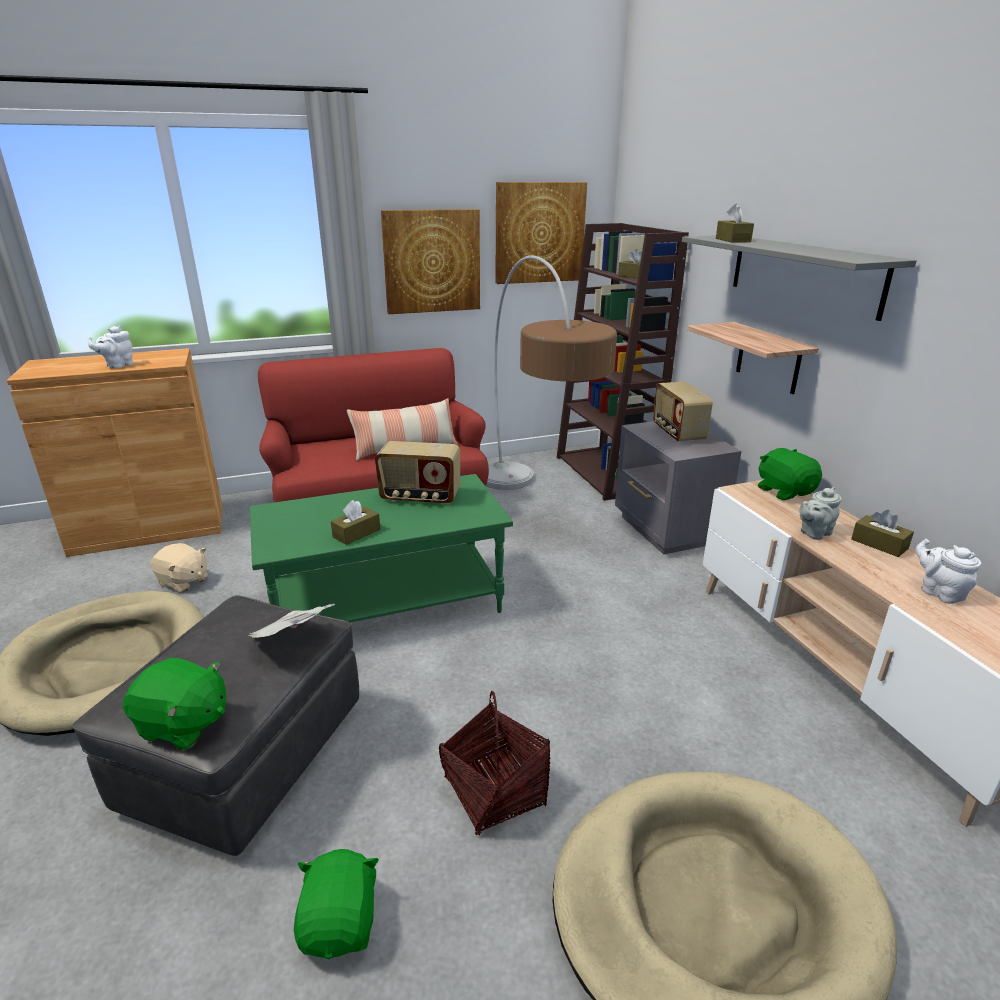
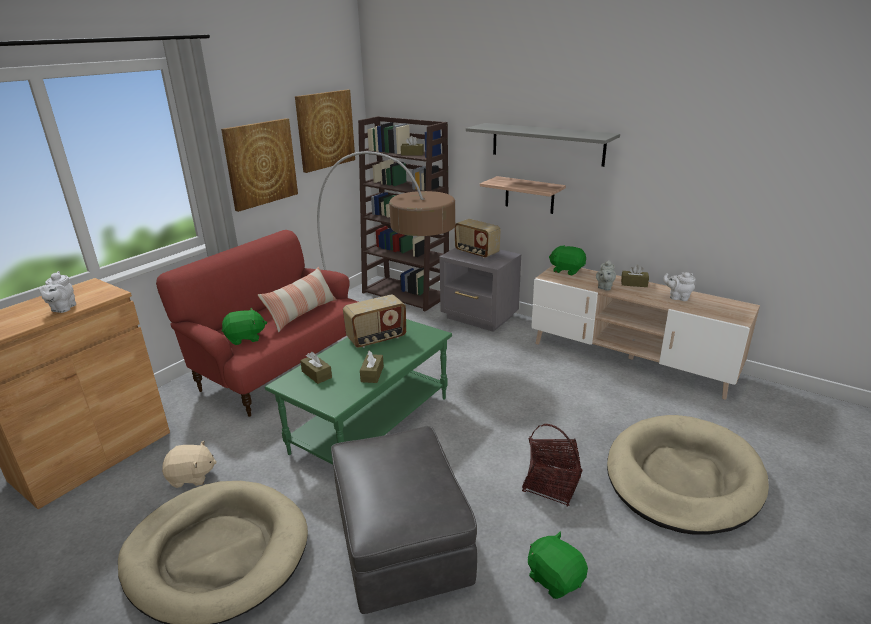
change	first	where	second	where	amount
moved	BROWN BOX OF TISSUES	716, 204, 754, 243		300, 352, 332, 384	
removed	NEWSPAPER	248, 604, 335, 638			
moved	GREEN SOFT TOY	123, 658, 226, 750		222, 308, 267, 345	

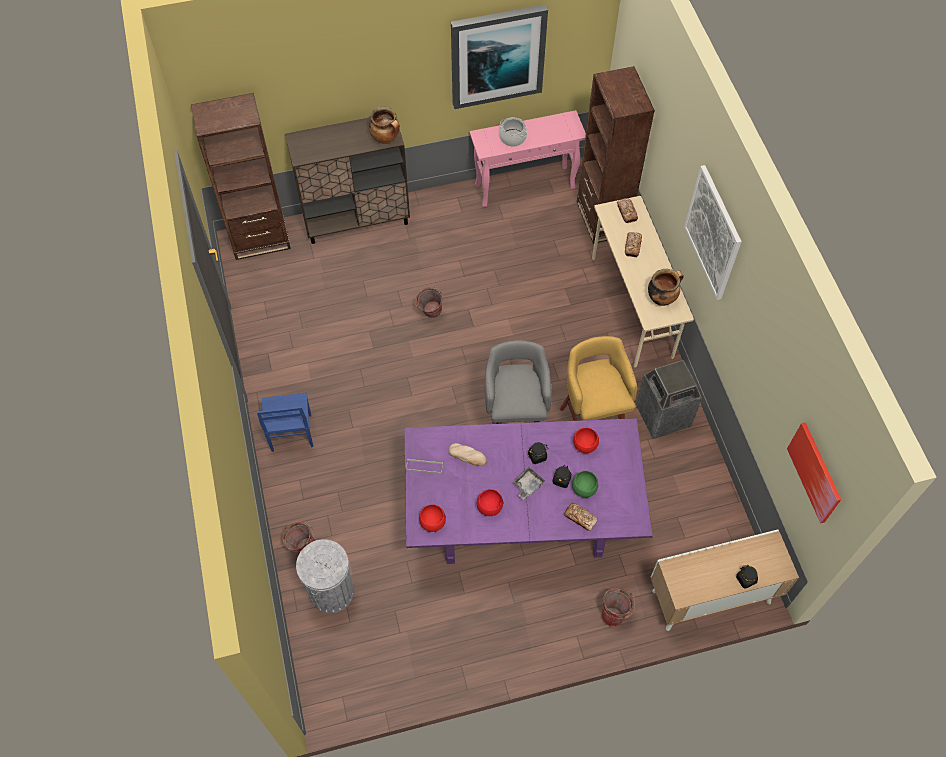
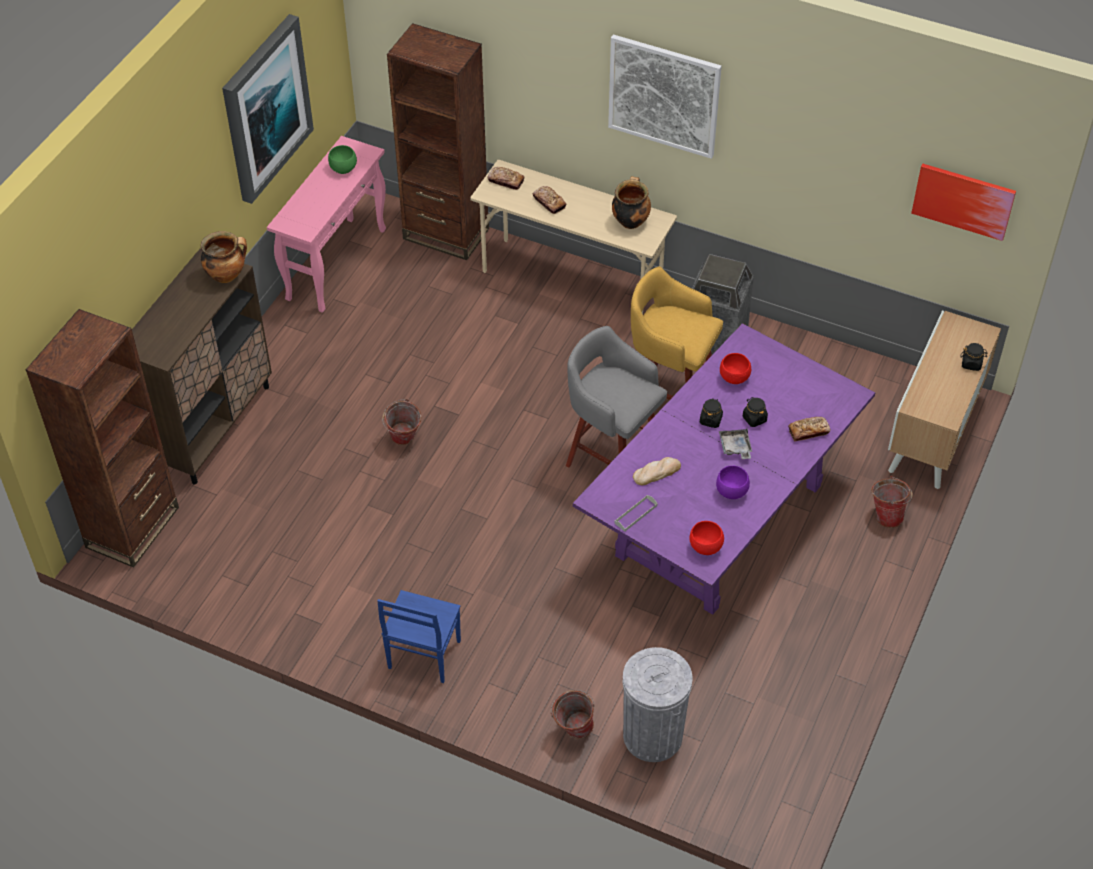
change	first	where	second	where	amount
removed	SAUCEPOT	499, 117, 527, 147			
turned	BLUE-COLOURED PLAIN CHAIR	257, 393, 313, 452		377, 590, 461, 683	75 degrees clockwise
moved	GREEN BOWL	572, 471, 598, 498		328, 145, 357, 174	
recoloured	RED BOWL	477, 489, 503, 516	PURPLE-COLOURED BOWL	716, 466, 750, 499	

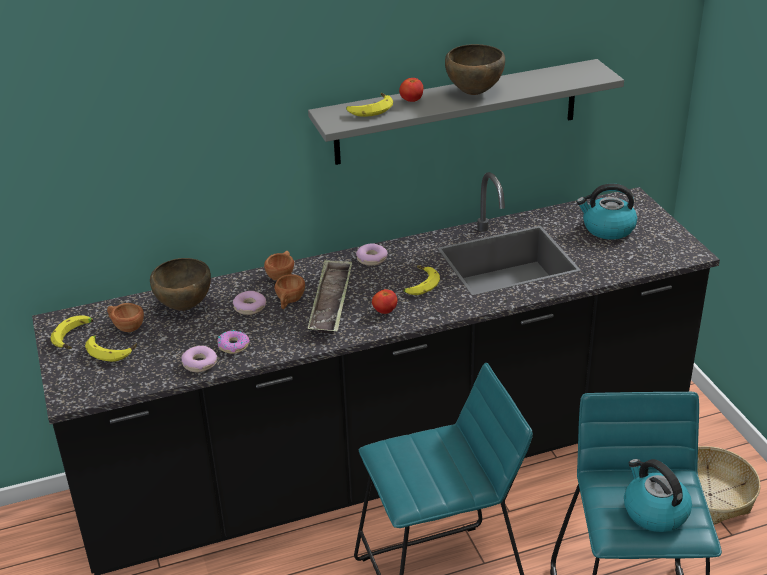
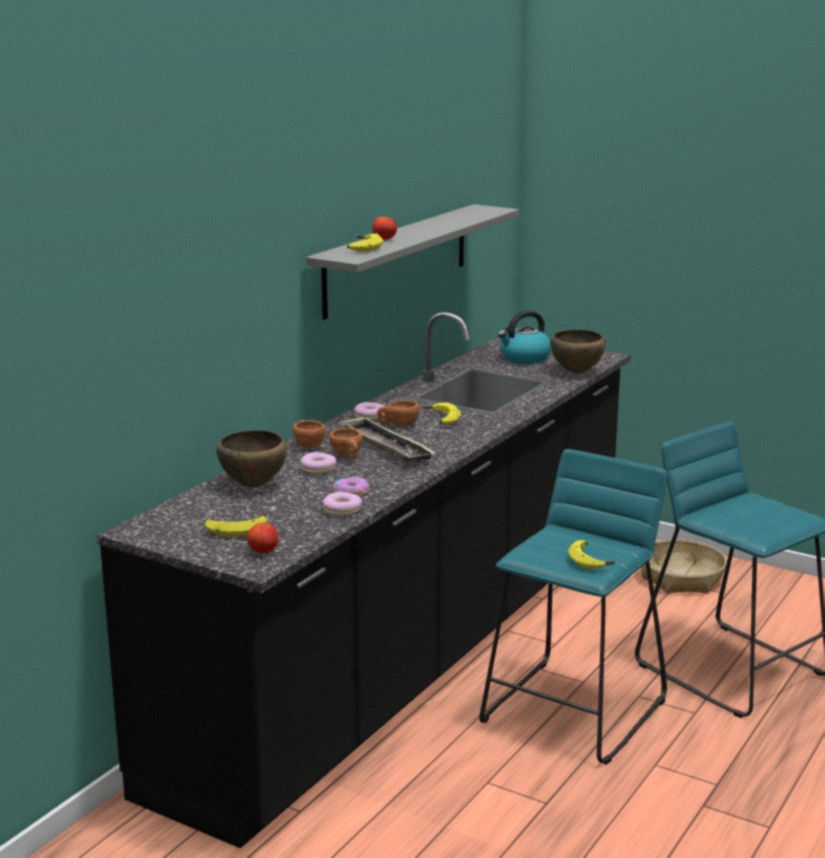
change	first	where	second	where	amount
moved	BROWN BOWL	445, 44, 505, 95		550, 330, 606, 374	
moved	TOMATO	372, 289, 397, 314		247, 522, 278, 553	
moved	BROWN SMALL CUP	107, 303, 144, 332		377, 400, 420, 427	
moved	BANANA FRUIT	50, 315, 93, 349		568, 540, 615, 569	
removed	WATER KETTLE	624, 459, 692, 532			

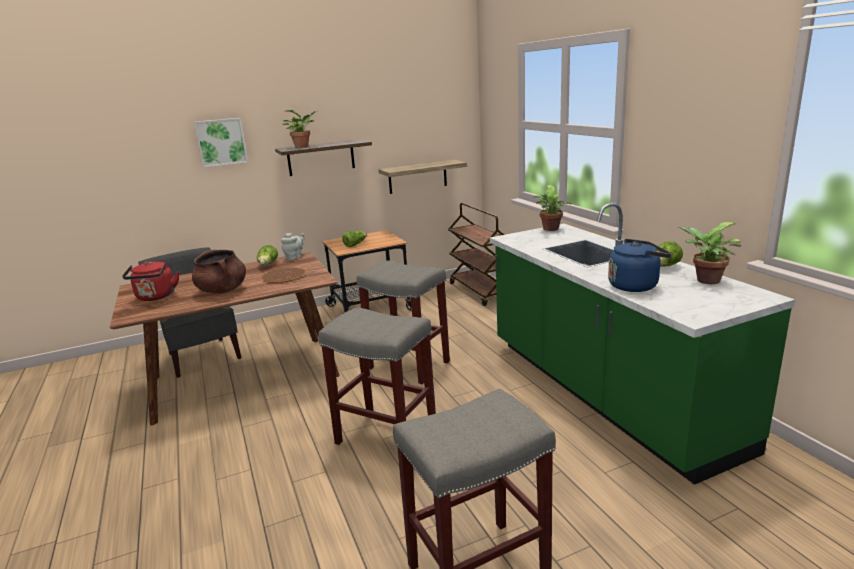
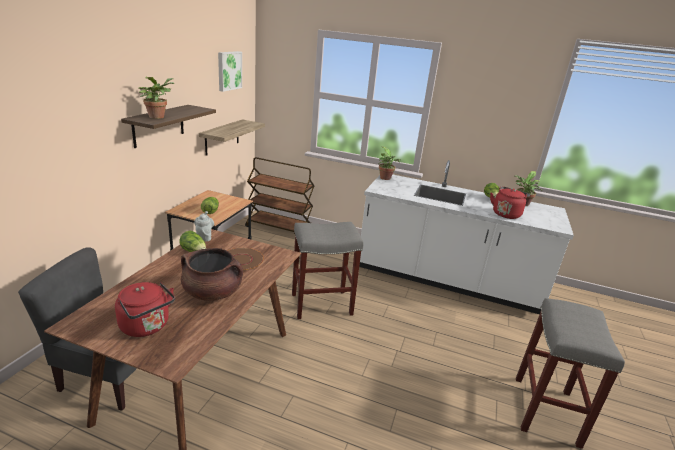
change	first	where	second	where	amount
moved	WALL ART	194, 118, 248, 167		218, 51, 242, 92	
recoloured	GREEN KITCHEN BASE UNIT	490, 203, 795, 485	WHITE KITCHEN BASE UNIT	359, 160, 574, 314	
recoloured	BLUE-COLOURED WATER KETTLE	608, 239, 672, 292	RED WATER KETTLE	490, 187, 530, 219	
removed	GRAY STOOL SEAT	318, 307, 436, 445			

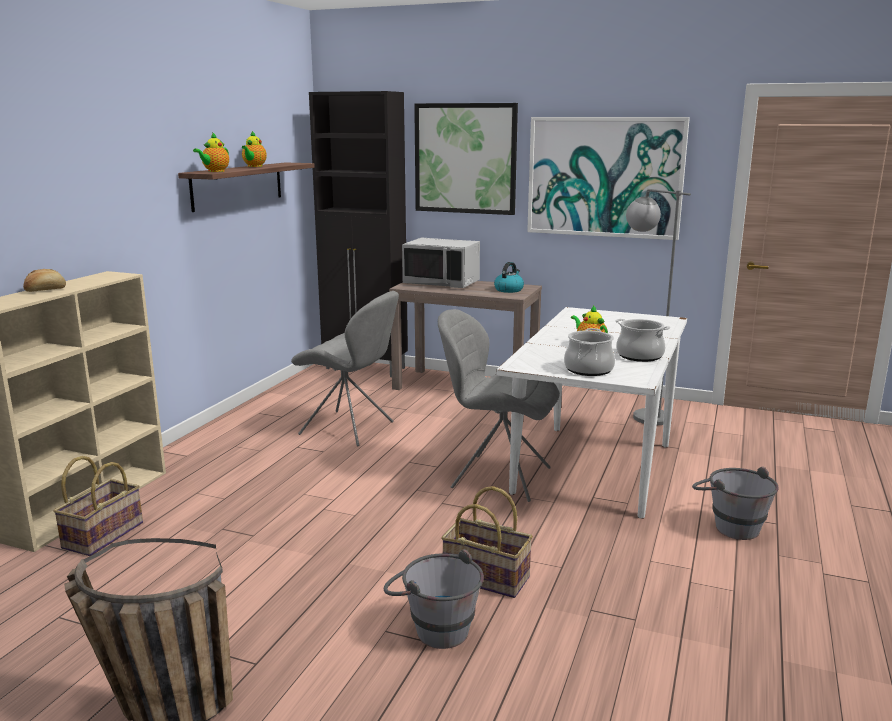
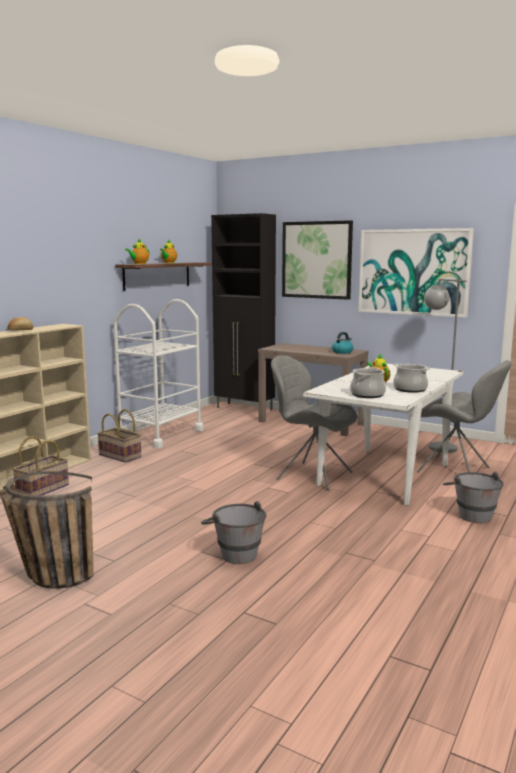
change	first	where	second	where	amount
removed	GRAY KITCHEN MICROWAVE	402, 237, 480, 288			
moved	GRAY PLAIN CHAIR	291, 291, 399, 447		417, 360, 512, 473	
moved	STORAGE BASKET	441, 486, 533, 598		97, 409, 141, 463	
added			WHITE WHEELED CART	113, 299, 204, 448	

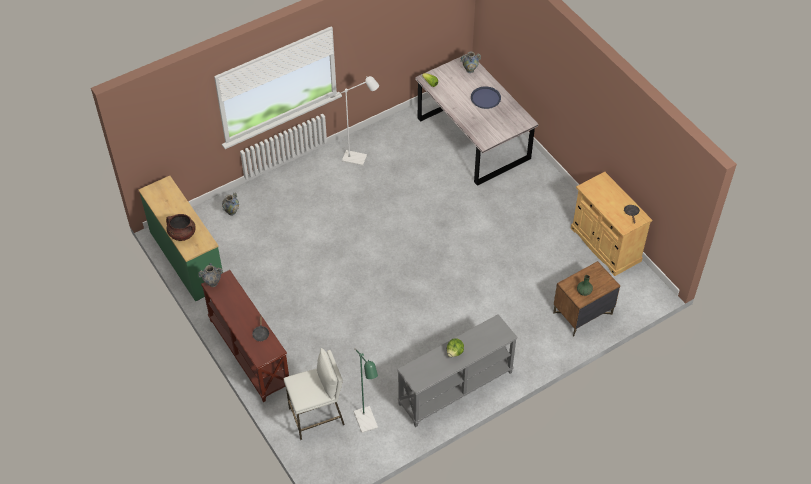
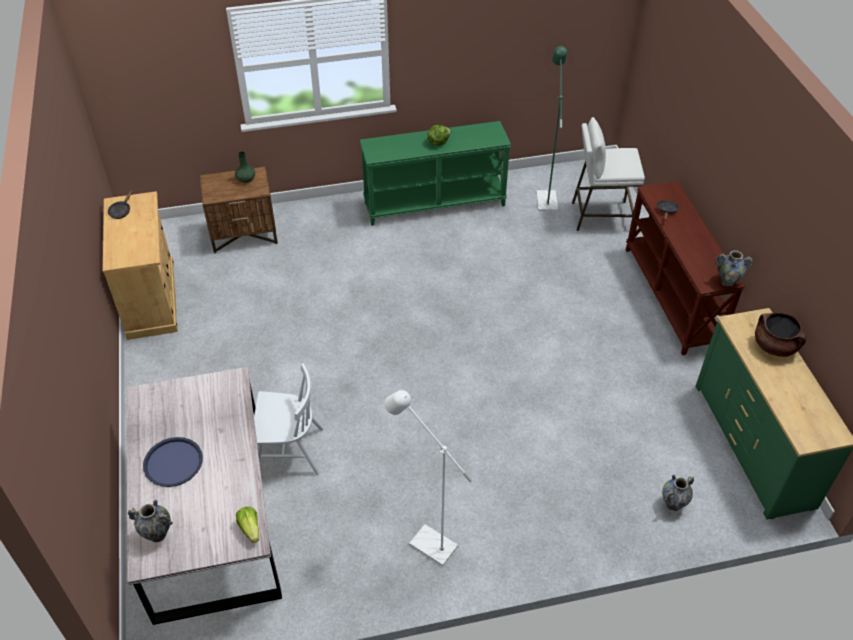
change	first	where	second	where	amount
recoloured	GRAY NARROW TABLE	397, 314, 518, 427	GREEN NARROW TABLE	360, 121, 511, 226	
added			WHITE PLAIN CHAIR	254, 363, 324, 475	

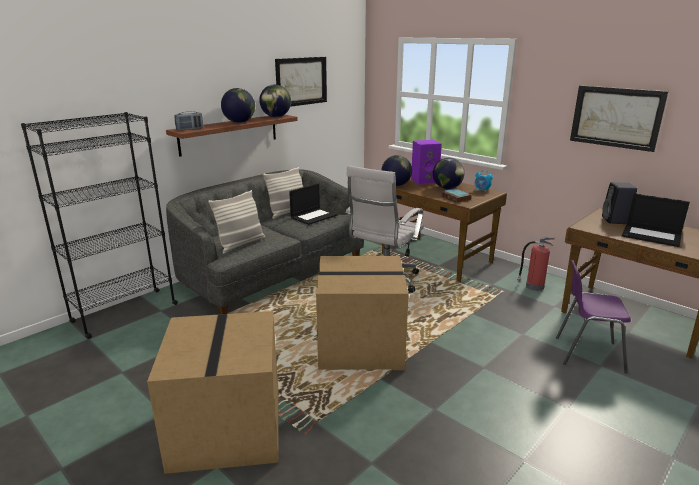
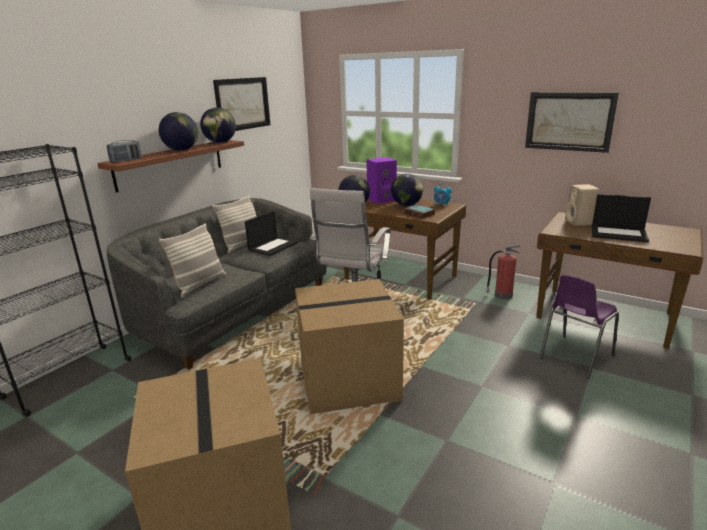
change	first	where	second	where	amount
recoloured	BLACK-COLOURED LOUDSPEAKER	602, 182, 637, 224	BEIGE LOUDSPEAKER	565, 184, 599, 226	
turned	PURPLE-COLOURED PLAIN CHAIR	556, 260, 631, 374		540, 274, 619, 378	45 degrees counterclockwise

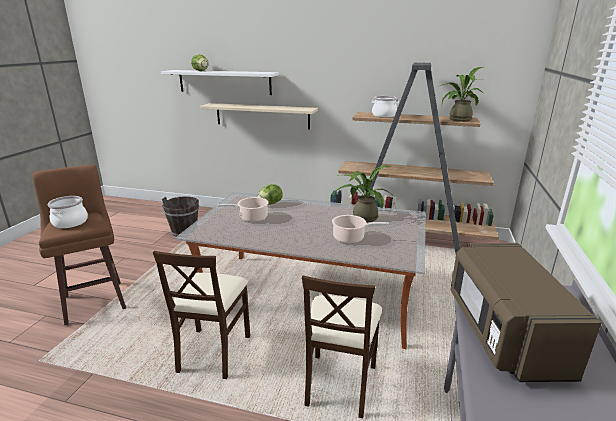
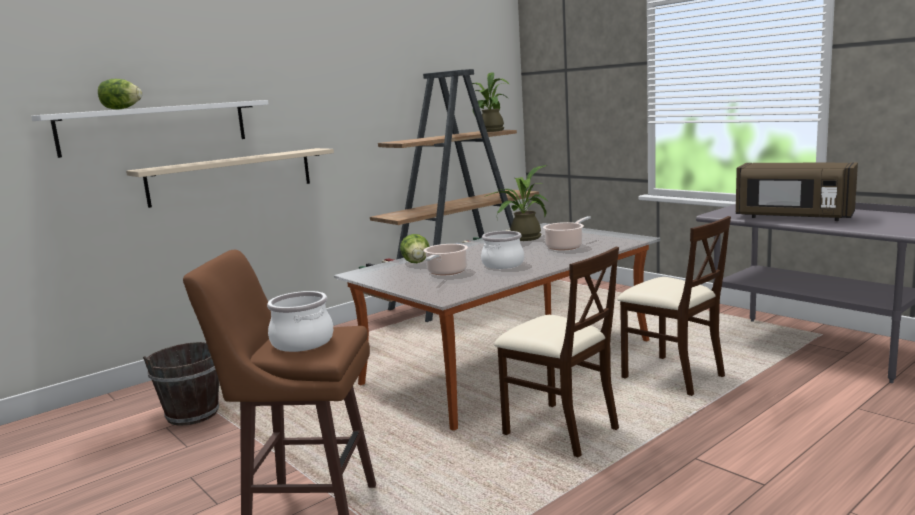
change	first	where	second	where	amount
moved	SAUCEPOT	372, 96, 399, 117		481, 231, 524, 269	

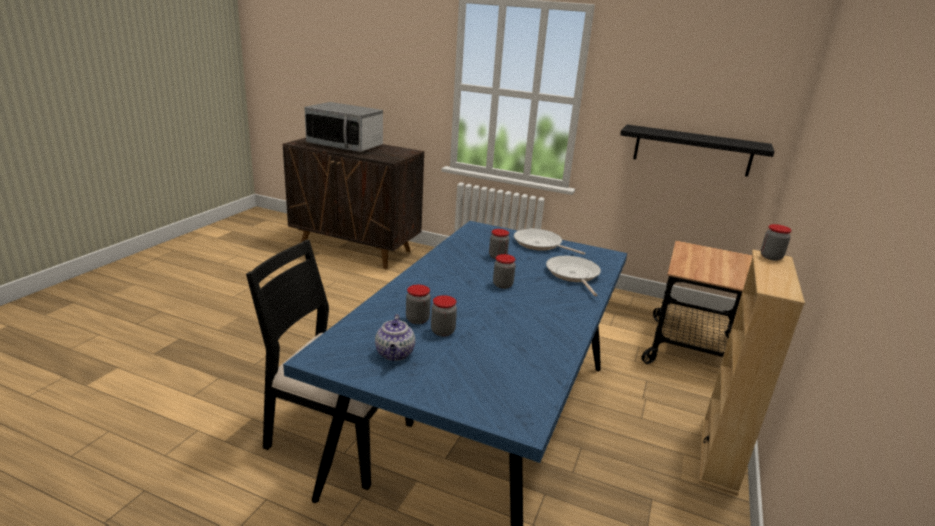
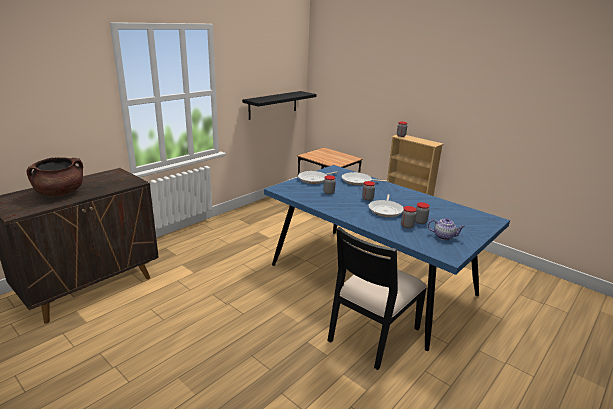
change	first	where	second	where	amount
replaced	KITCHEN MICROWAVE	304, 102, 383, 152	BROWN SAUCEPOT	27, 157, 83, 196	
added			FRYING PAN	369, 194, 404, 217	

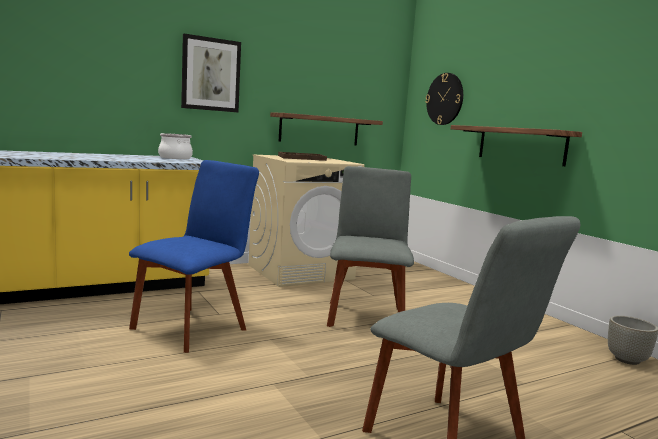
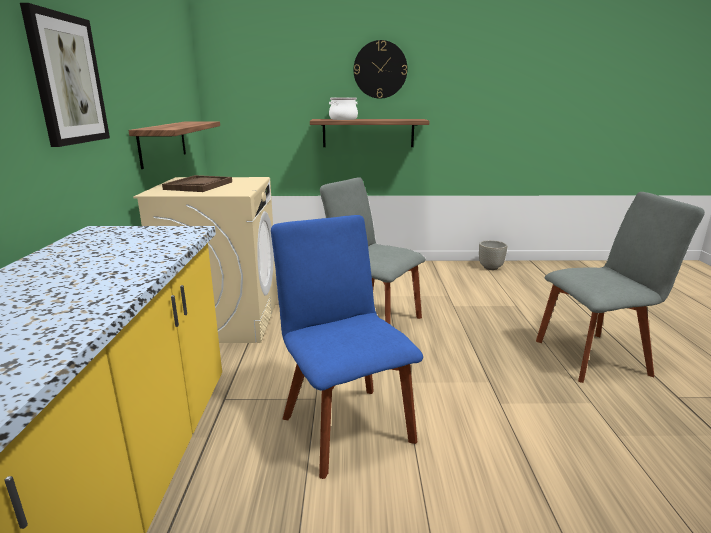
change	first	where	second	where	amount
moved	WALL CLOCK	425, 73, 463, 125		354, 40, 407, 99	
moved	SAUCEPOT	158, 133, 193, 159		329, 97, 358, 120	

